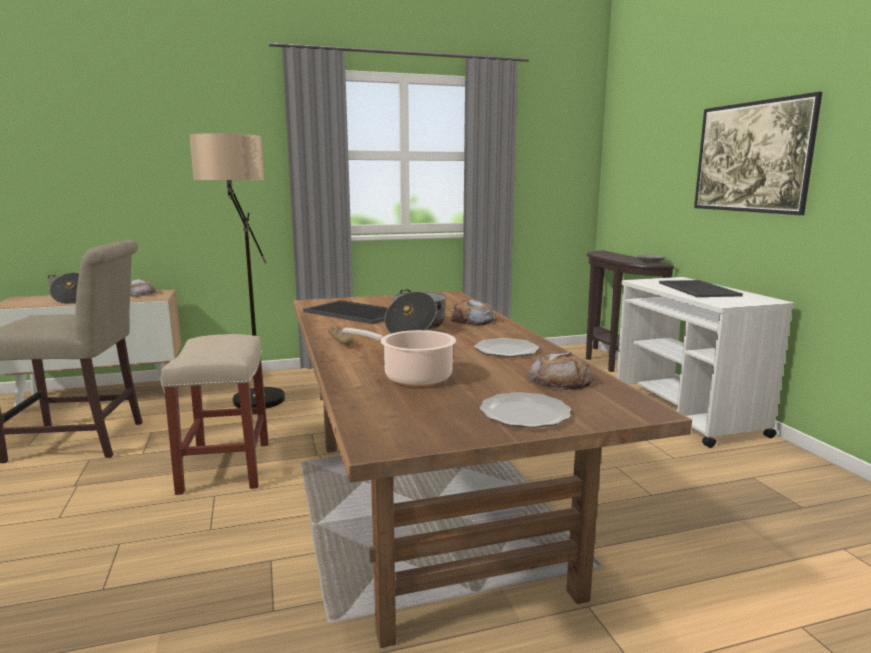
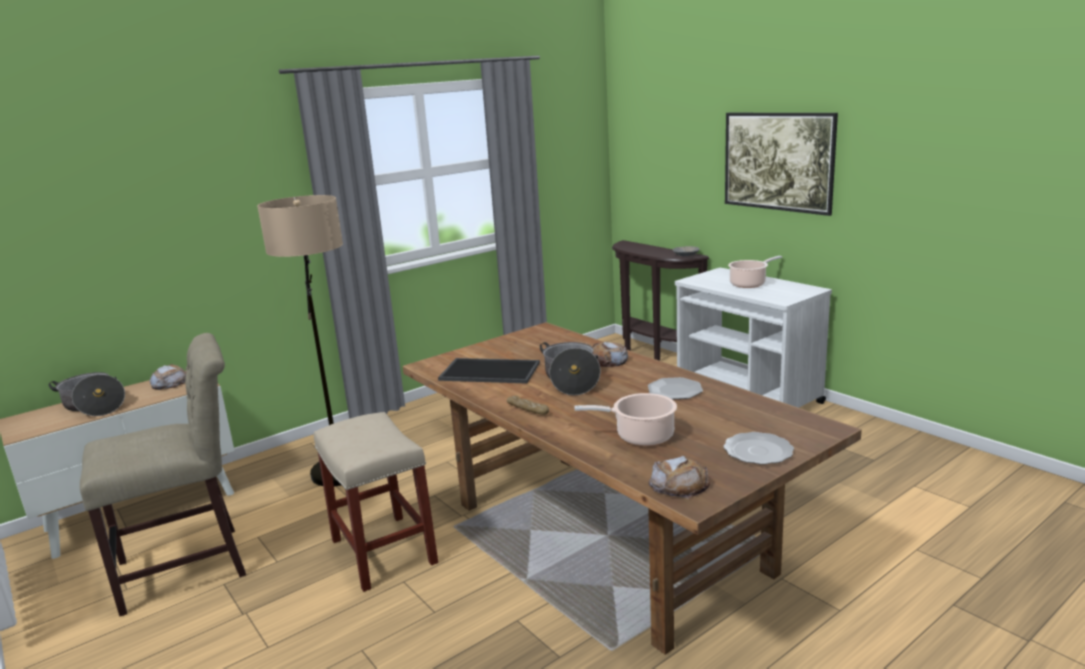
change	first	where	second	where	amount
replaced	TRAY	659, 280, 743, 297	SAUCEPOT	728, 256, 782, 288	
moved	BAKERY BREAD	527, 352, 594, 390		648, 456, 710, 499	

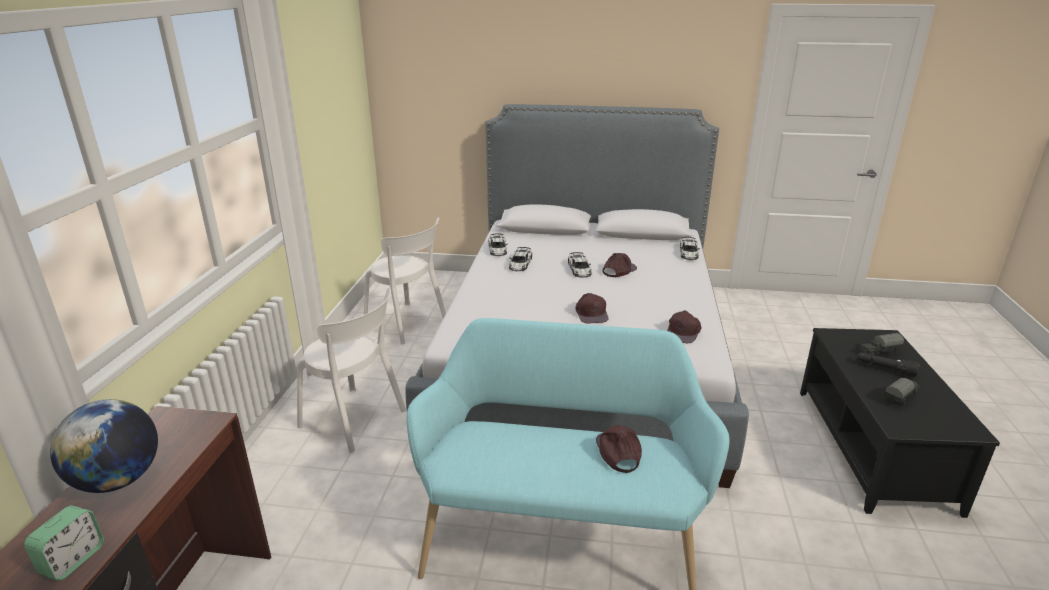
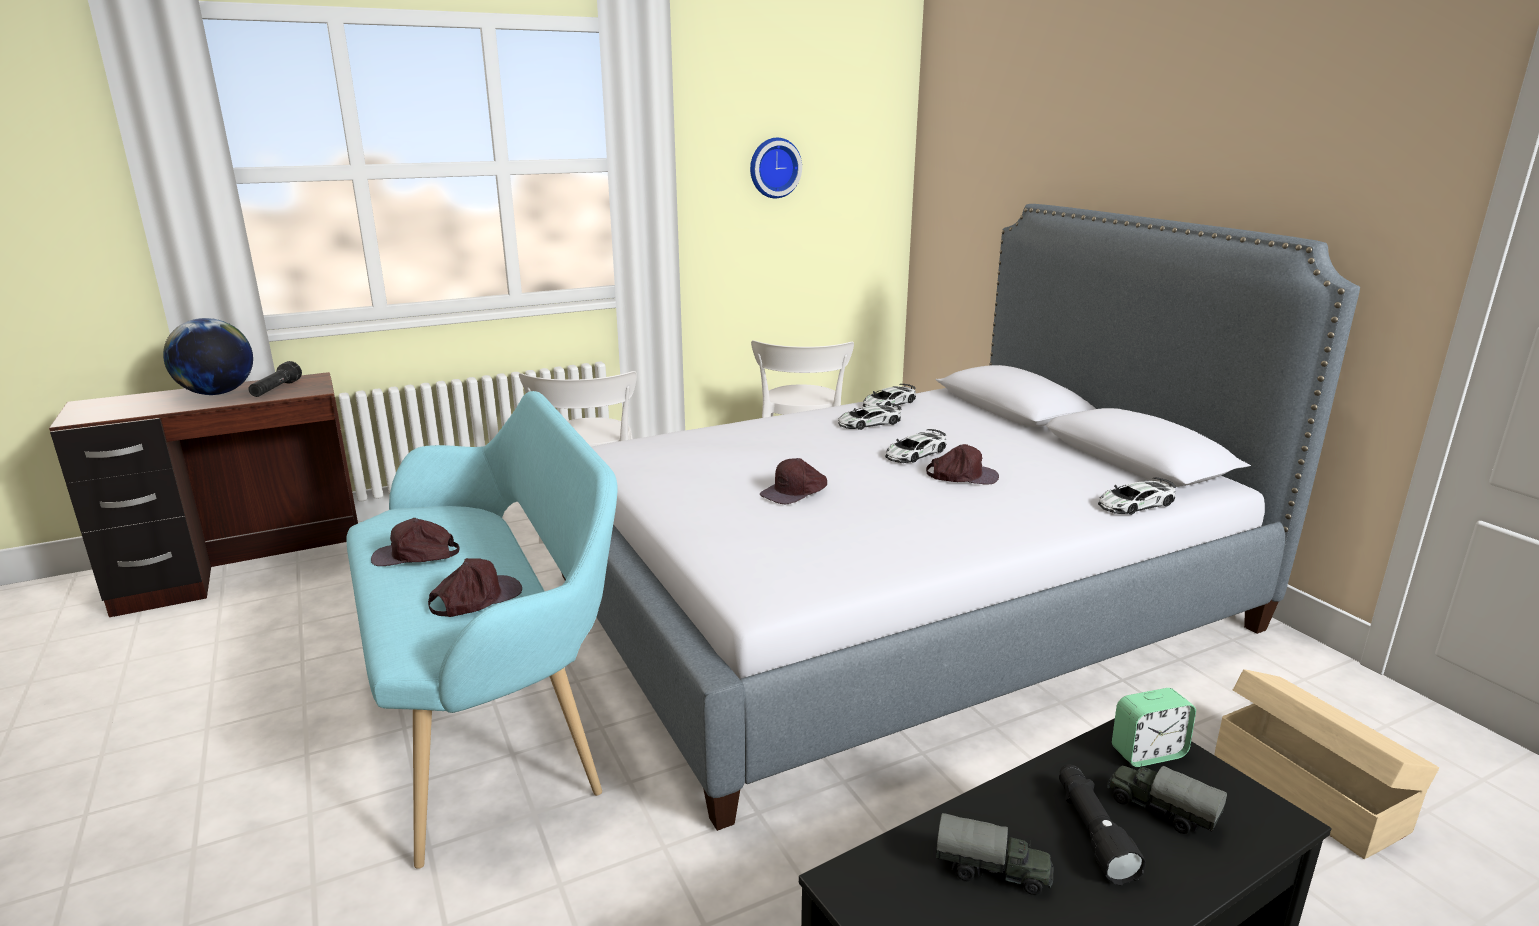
change	first	where	second	where	amount
moved	BROWN PEAKED CAP	667, 310, 701, 343		371, 518, 460, 566	
moved	ALARM CLOCK	24, 506, 104, 581		1112, 688, 1196, 767	
added			WALL CLOCK	750, 138, 802, 198	
added			BLACK-COLOURED FLASHLIGHT	249, 361, 302, 397	
added			BEIGE STORAGE BIN	1214, 669, 1439, 859	

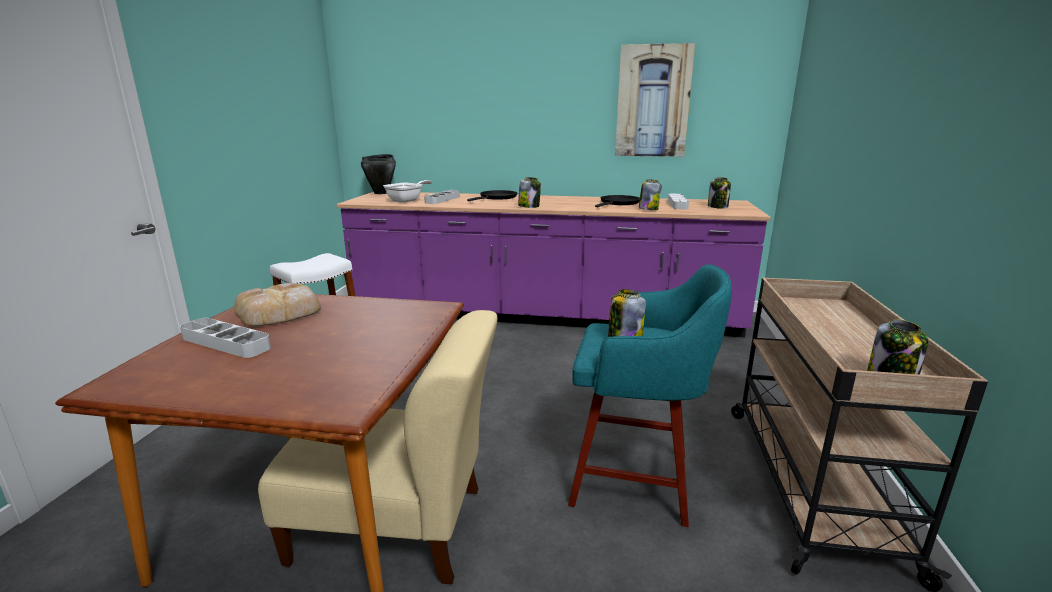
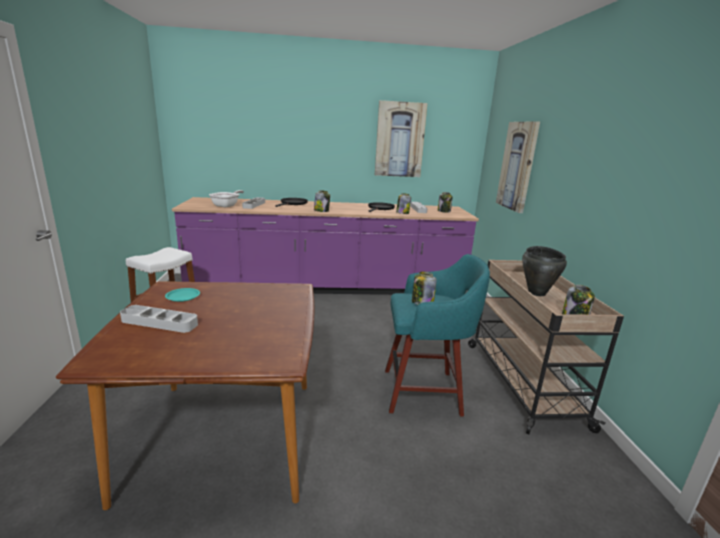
change	first	where	second	where	amount
moved	BLACK-COLOURED SAUCEPOT	361, 154, 396, 194		522, 246, 567, 296	
replaced	BAKERY BREAD	234, 283, 321, 326	TURQUOISE PLATE	165, 288, 200, 302	
removed	BEIGE PLAIN CHAIR	258, 310, 497, 584			
added			WALL ART	496, 121, 540, 213	

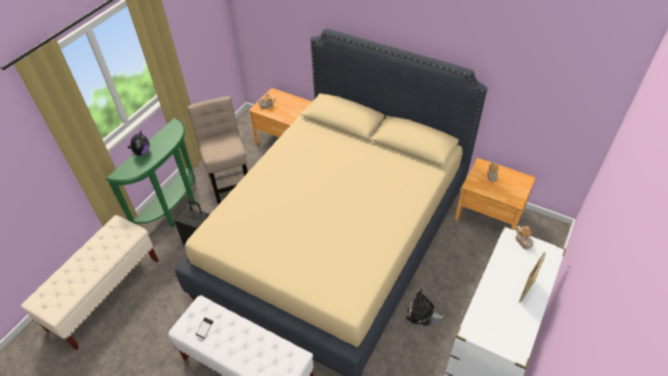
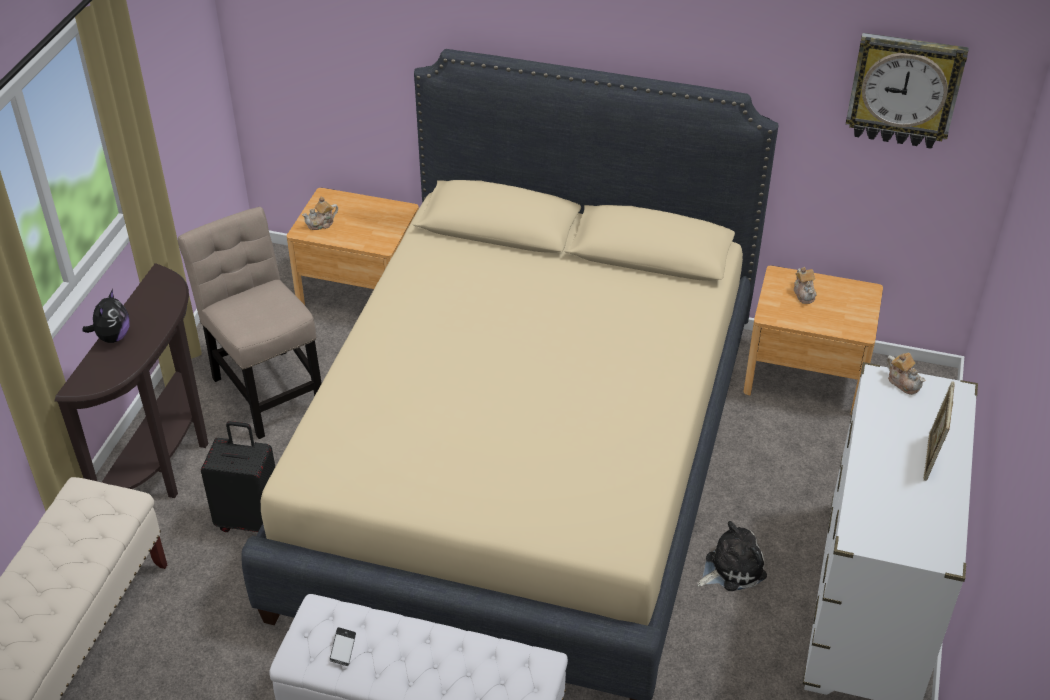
change	first	where	second	where	amount
recoloured	GREEN NARROW TABLE	106, 118, 196, 228	BROWN NARROW TABLE	55, 263, 208, 498	
turned	SOFT TOY	406, 289, 444, 326		697, 521, 767, 591	150 degrees clockwise
added			WALL CLOCK	846, 33, 969, 149	

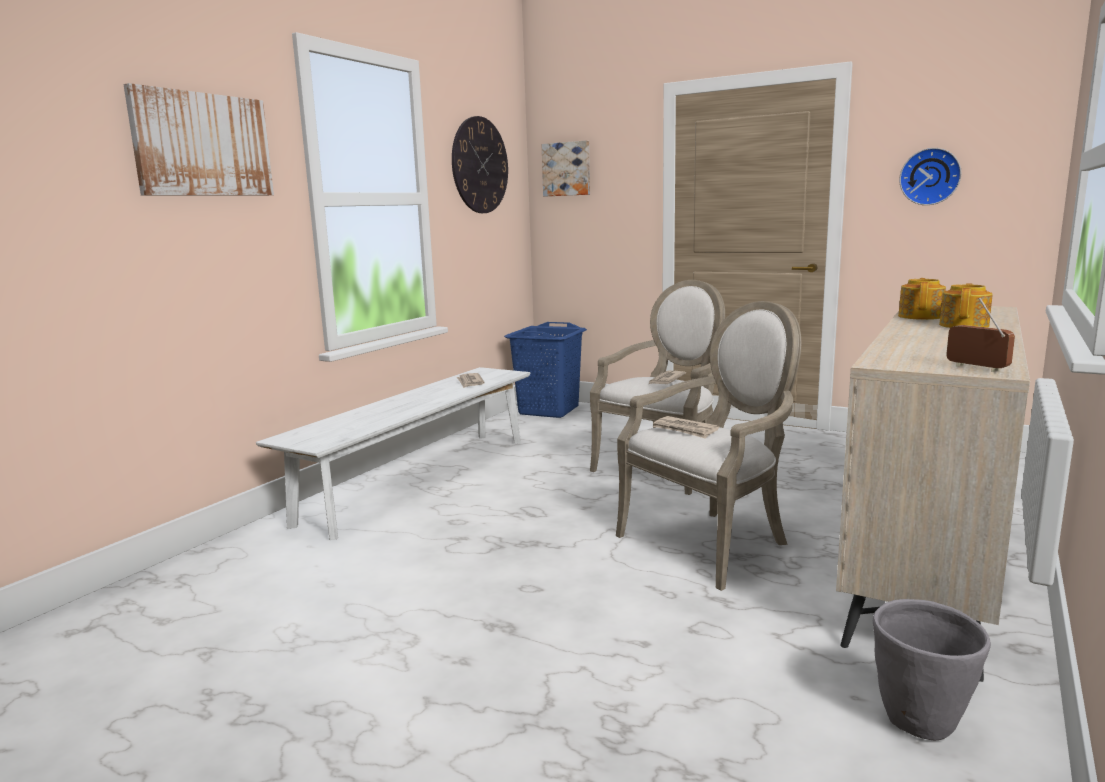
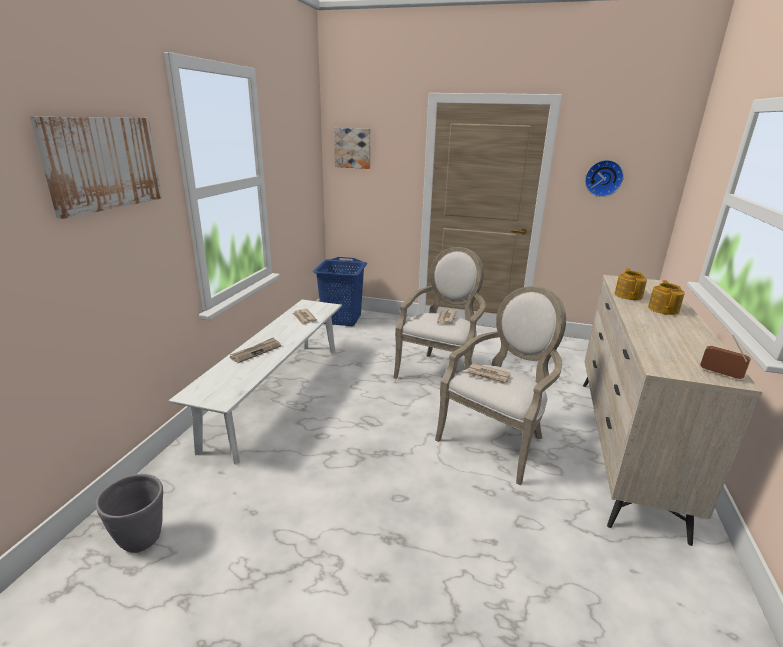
change	first	where	second	where	amount
removed	WALL CLOCK	452, 116, 508, 213			
moved	GRAY FLOWER POT	873, 599, 991, 741		96, 474, 163, 553	
added			NEWSPAPER	230, 338, 281, 363	

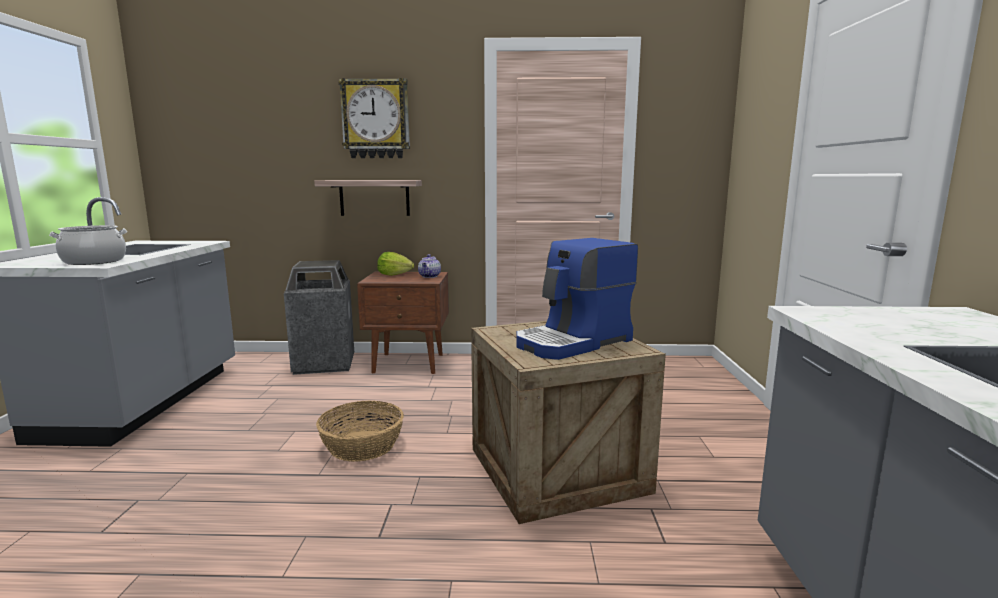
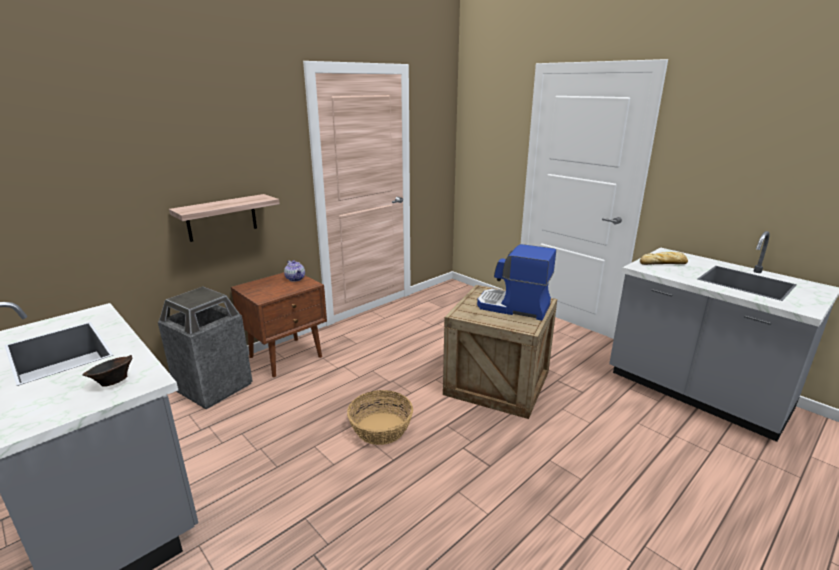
change	first	where	second	where	amount
removed	WALL CLOCK	338, 78, 410, 158			
replaced	SAUCEPOT	49, 225, 128, 265	BROWN BOWL	82, 355, 132, 387	
turned	COFFEE BREWER	516, 238, 638, 360		477, 244, 556, 321	105 degrees clockwise
removed	LETTUCE HEAD	377, 252, 414, 276			
added			BAKERY BREAD	640, 252, 688, 265	

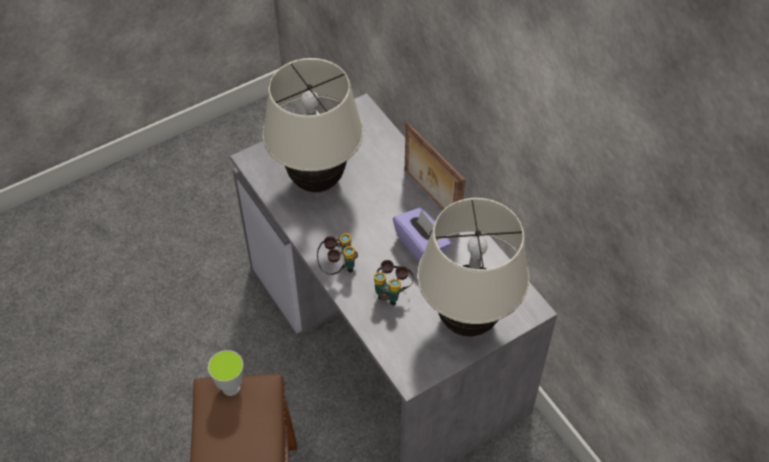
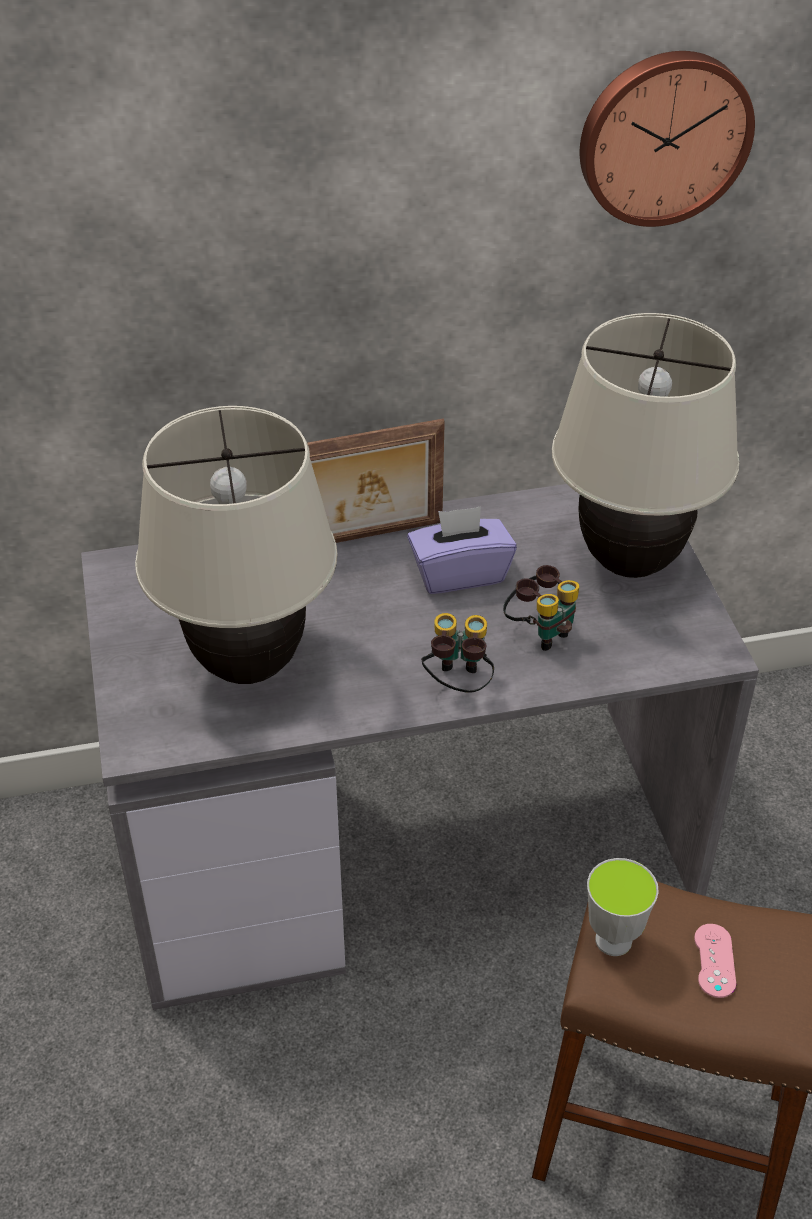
change	first	where	second	where	amount
added			WALL CLOCK	580, 51, 755, 227	
added			PINKISH GAME CONTROLLER	694, 924, 736, 998	

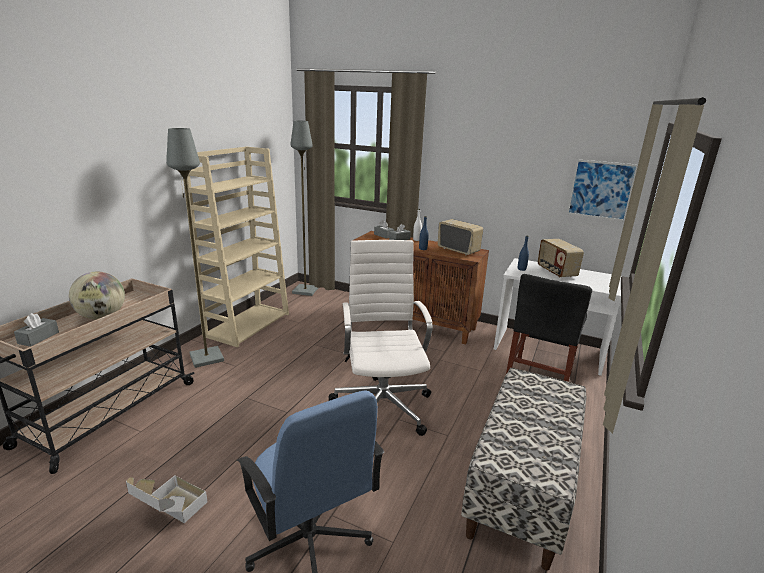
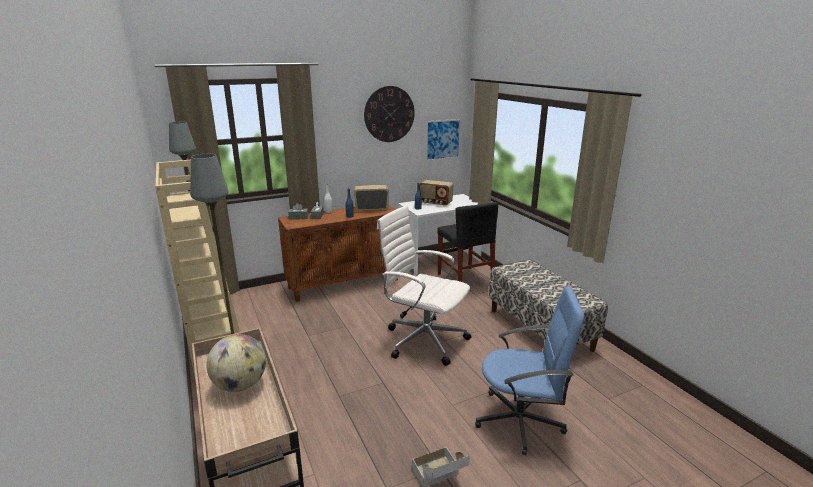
change	first	where	second	where	amount
removed	GRAY BOX OF TISSUES	14, 313, 59, 347			
added			WALL CLOCK	364, 86, 415, 142	

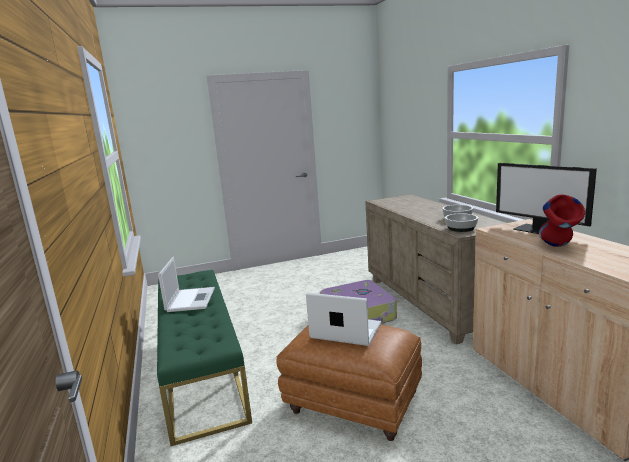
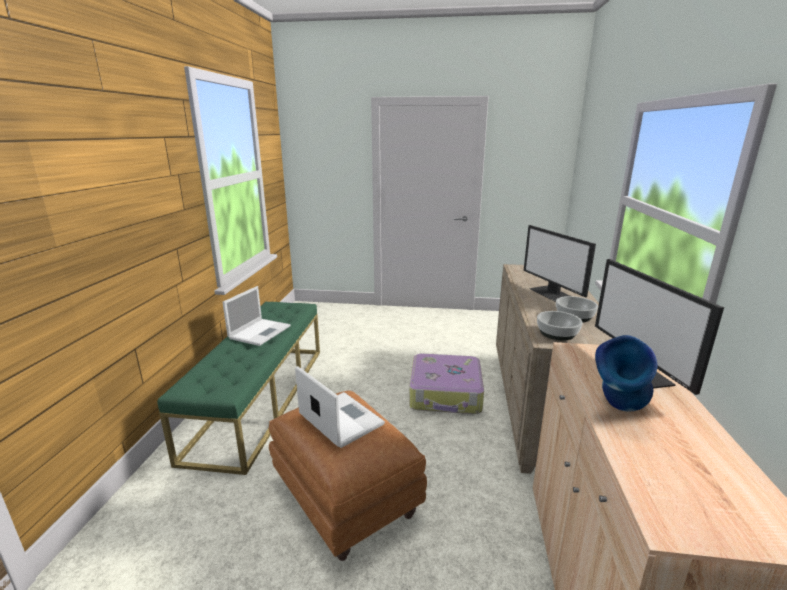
change	first	where	second	where	amount
recoloured	RED DECORATIVE VASE	539, 194, 585, 247	BLUE-COLOURED DECORATIVE VASE	595, 335, 658, 412	
added			COMPUTER SCREEN	524, 225, 596, 302	

